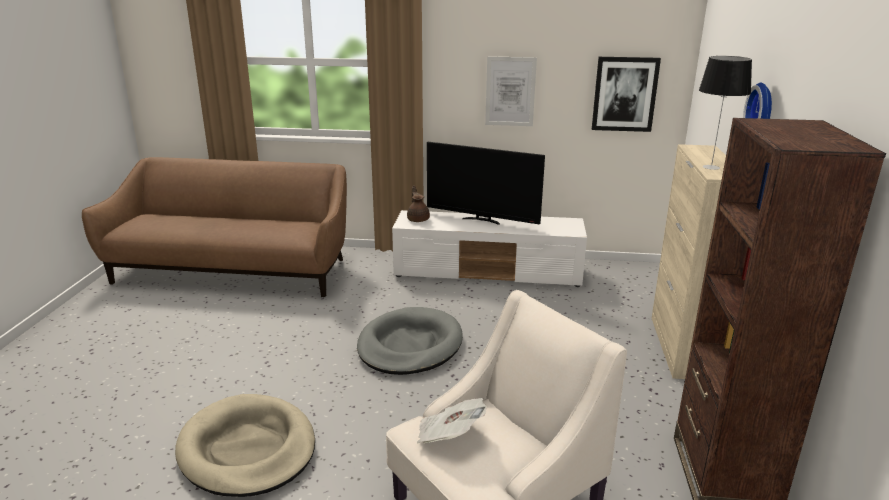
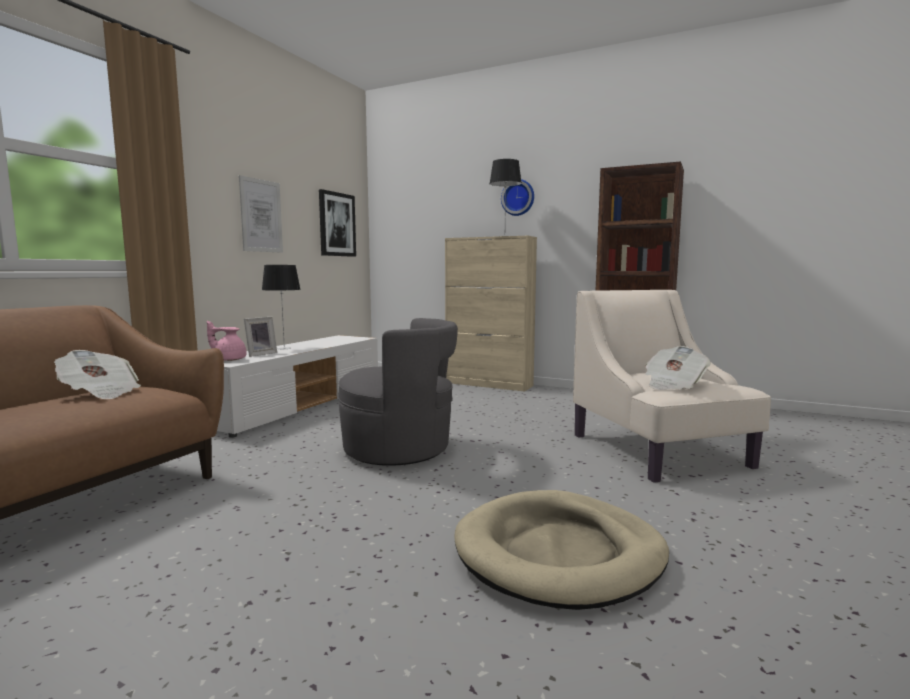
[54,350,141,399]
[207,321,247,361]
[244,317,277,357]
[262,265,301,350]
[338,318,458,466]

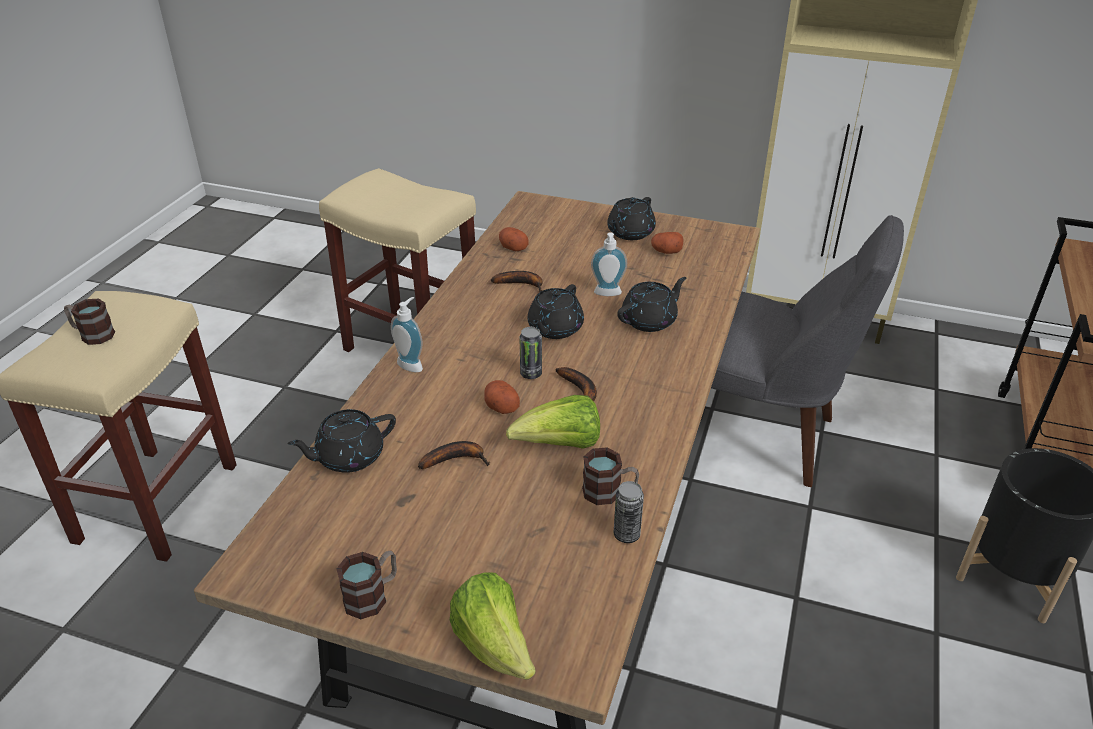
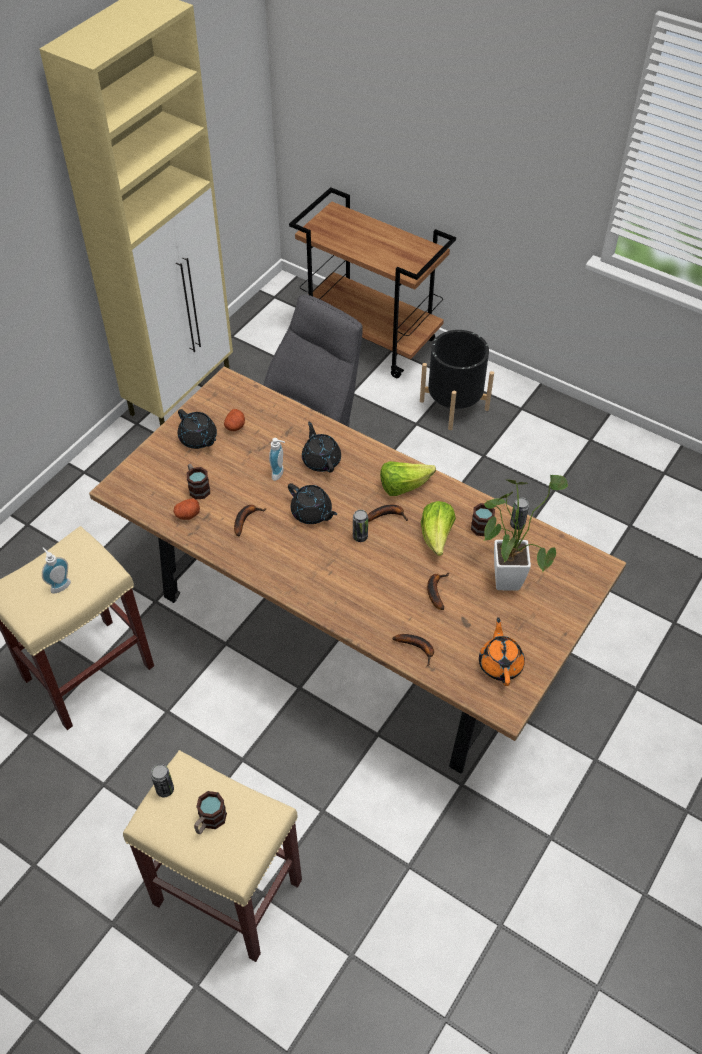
[42,547,71,594]
[151,764,174,797]
[187,464,210,499]
[380,461,436,496]
[393,634,434,666]
[479,617,525,686]
[484,474,568,591]
[484,380,520,414] (first image)

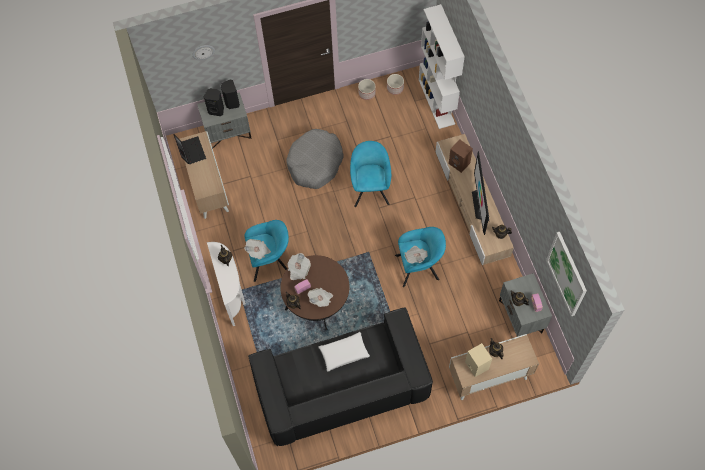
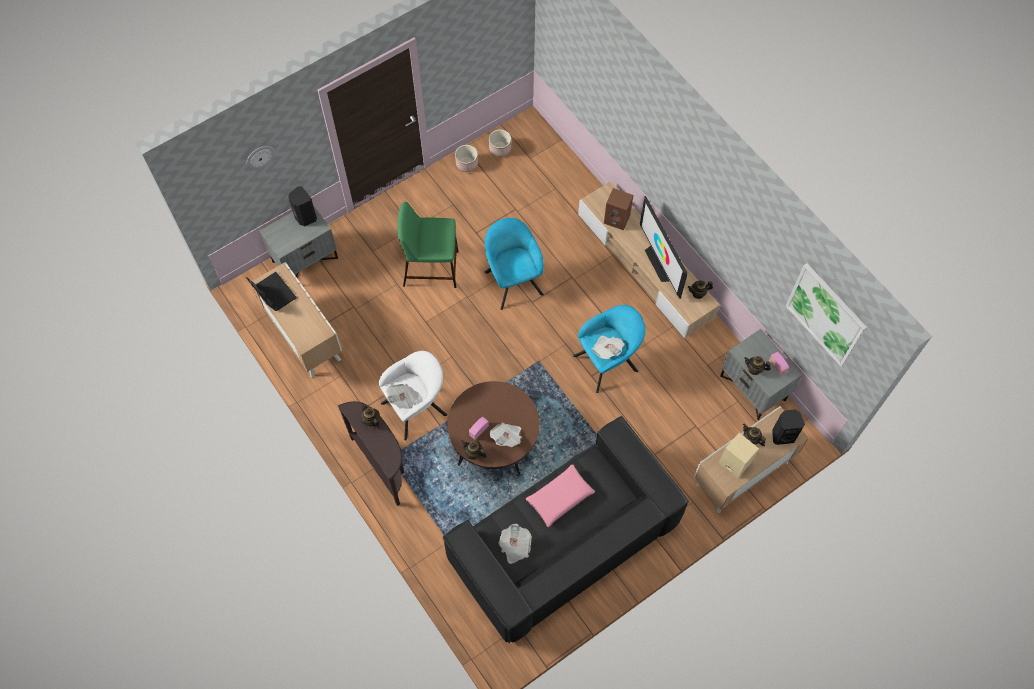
[338,401,405,506]
[379,351,447,440]
[397,202,459,288]
[498,524,532,564]
[526,464,595,527]
[772,409,805,445]
[419,4,465,129] (first image)

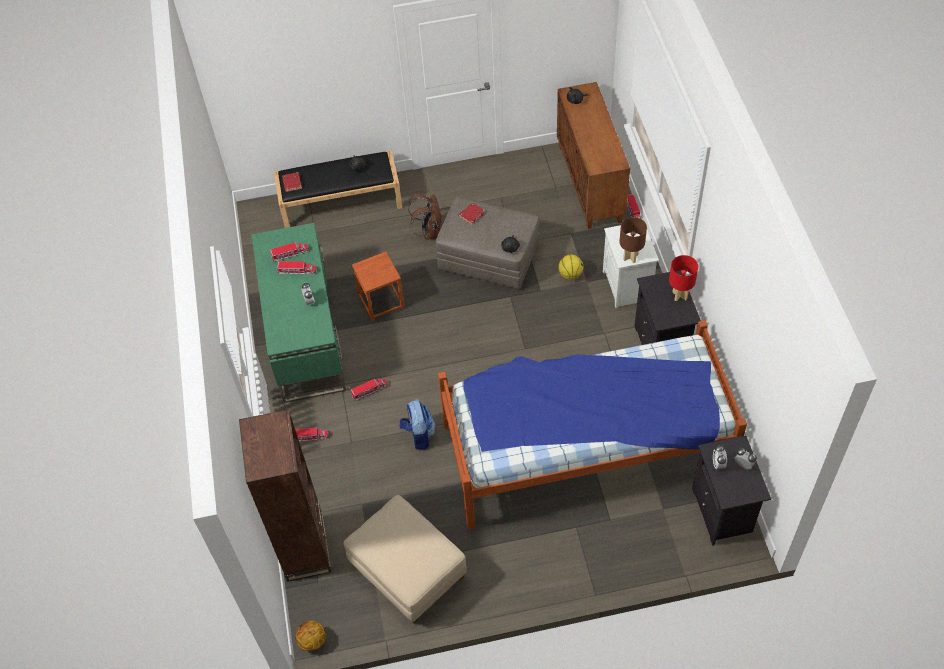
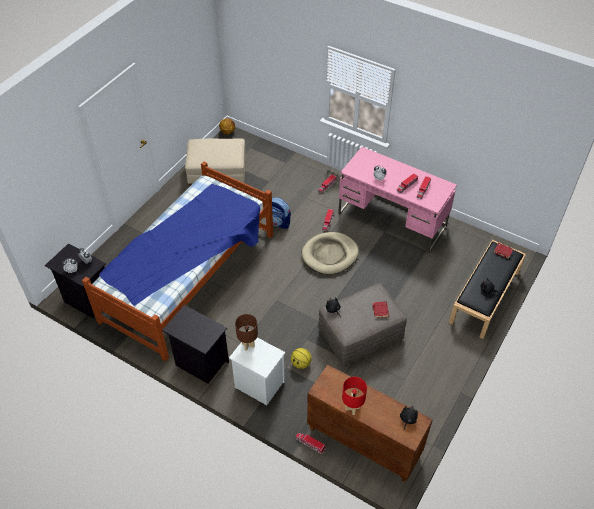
[302,232,358,274]
[338,147,457,254]
[342,377,367,415]
[239,409,332,582] (first image)
[352,252,405,321] (first image)
[408,194,441,240] (first image)

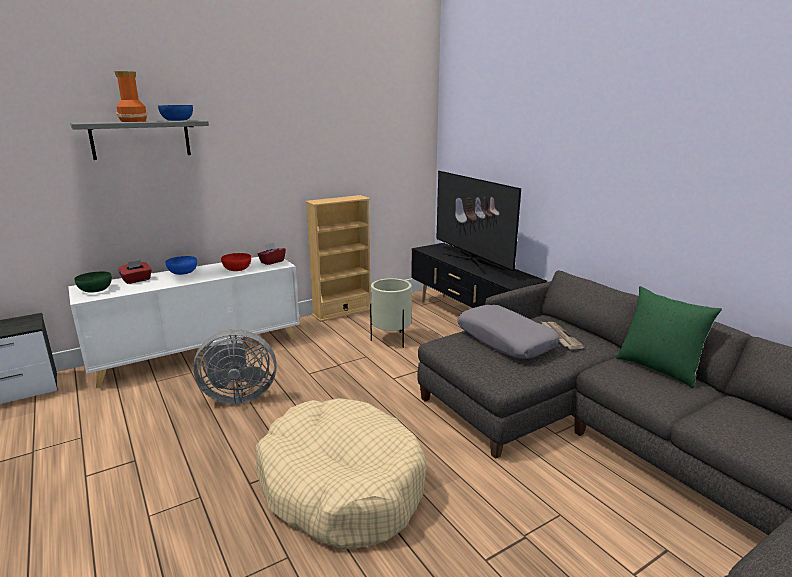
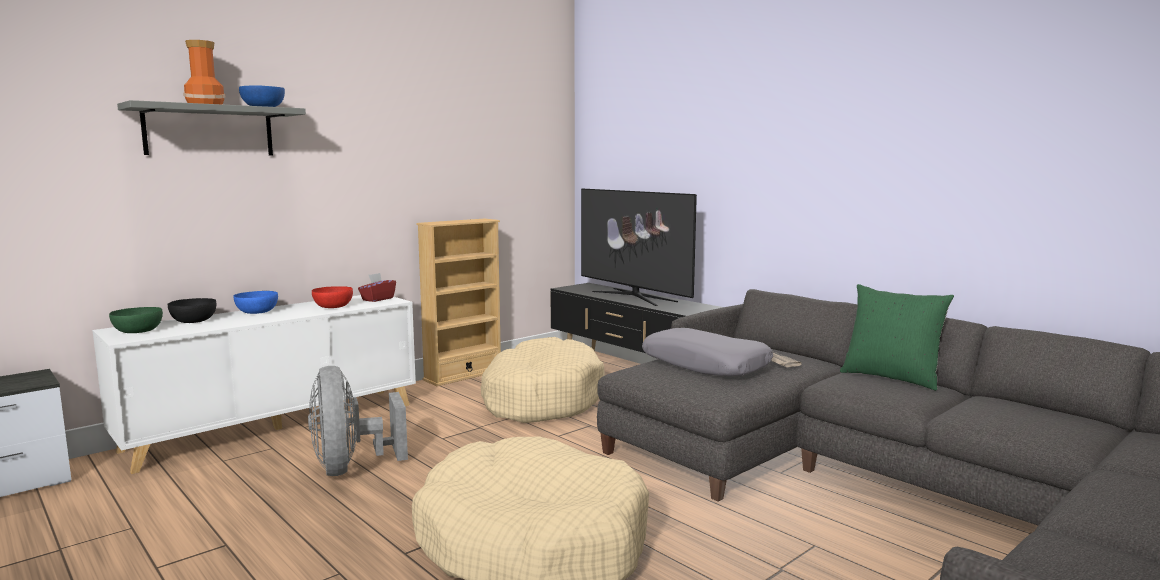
[168,298,216,323]
[308,366,408,476]
[481,337,605,423]

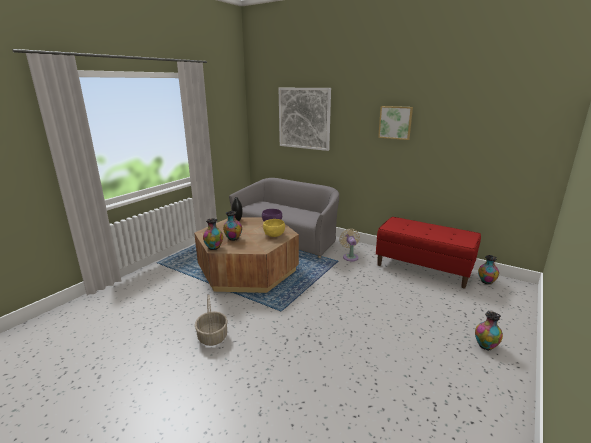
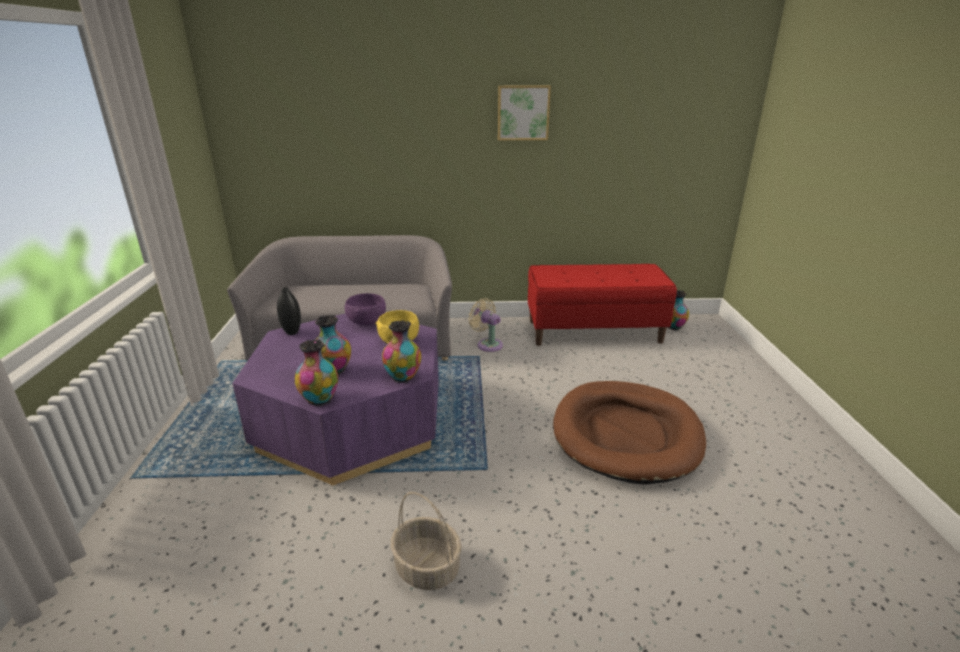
[232,313,439,485]
[382,320,421,383]
[553,381,706,484]
[279,88,331,151] (first image)

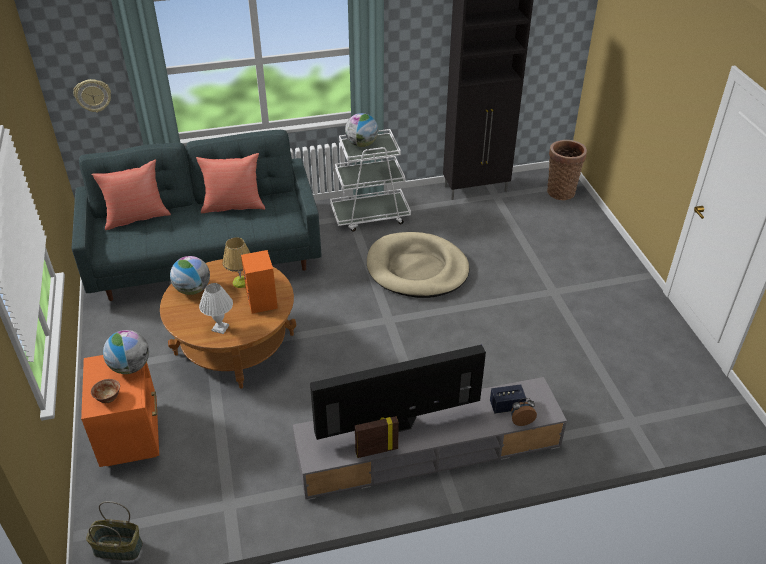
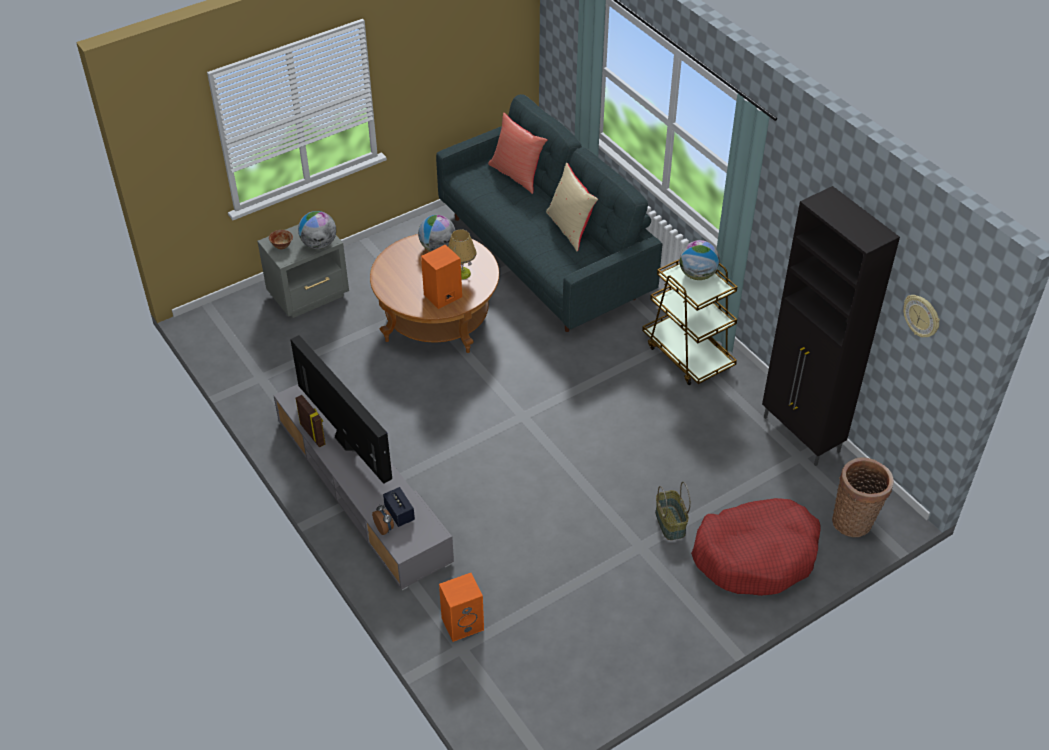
[257,224,349,318]
[439,573,484,642]
[546,163,598,251]
[642,260,737,385]
[655,481,691,540]
[691,498,821,596]
[903,295,940,337]
[199,283,233,334] (first image)
[367,232,469,298] (first image)

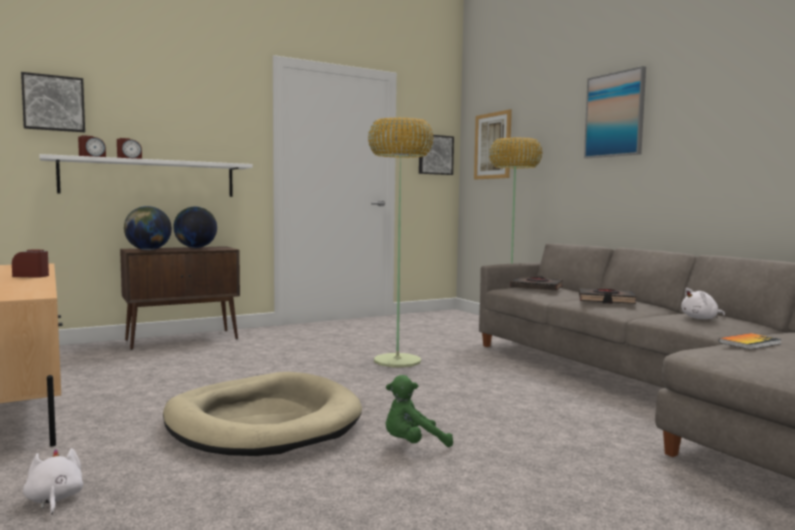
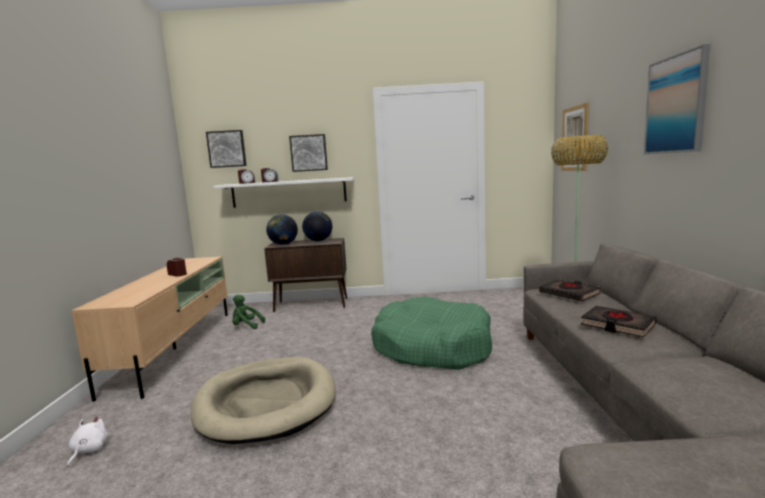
[232,295,265,329]
[289,134,328,172]
[371,297,492,370]
[681,288,725,319] (first image)
[719,333,782,350] (first image)

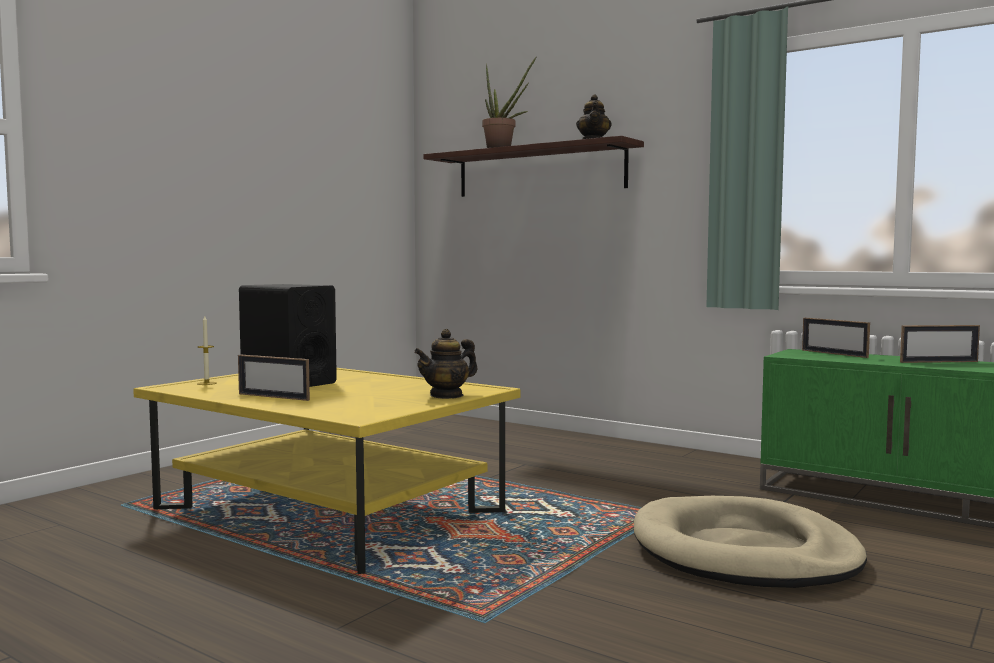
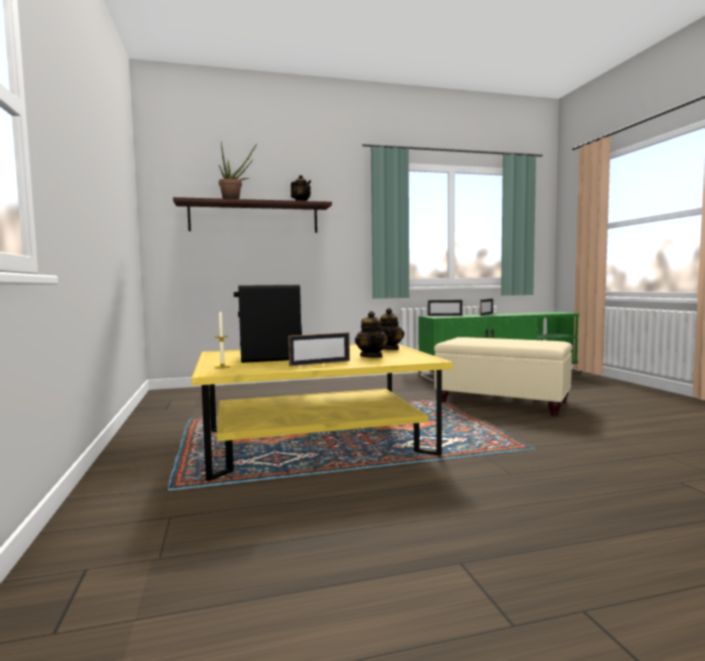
[355,311,388,358]
[434,337,572,416]

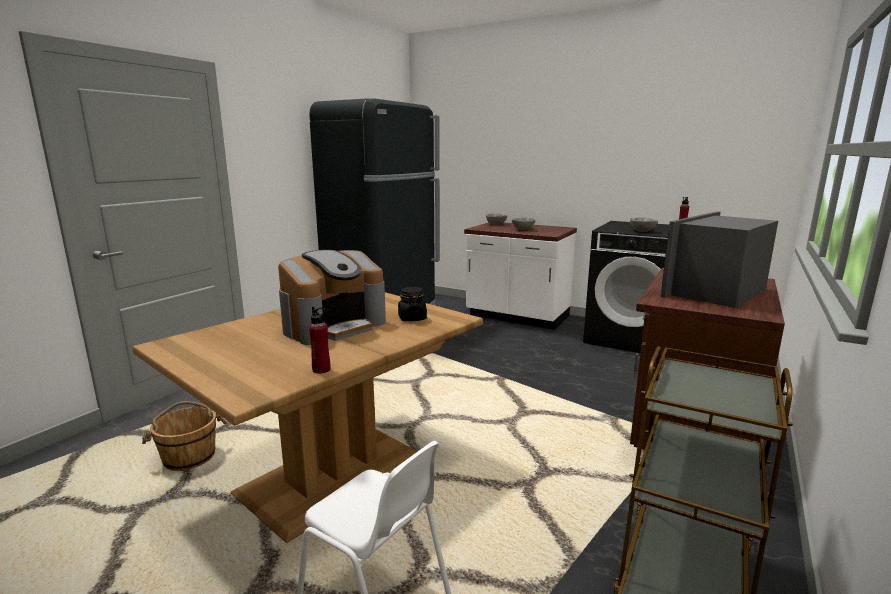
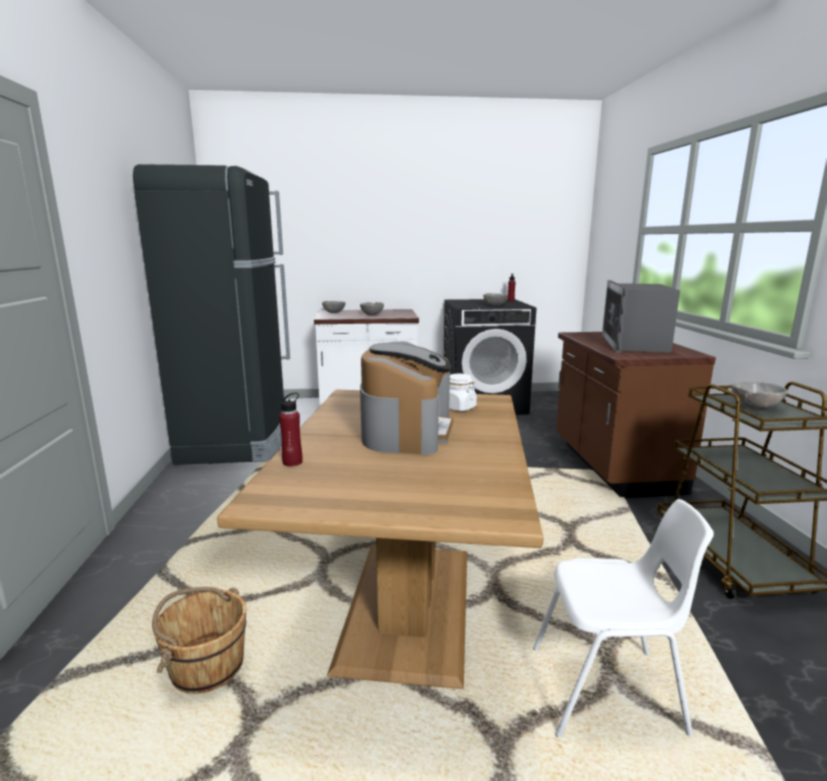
[279,392,302,467]
[449,374,477,411]
[731,382,787,409]

